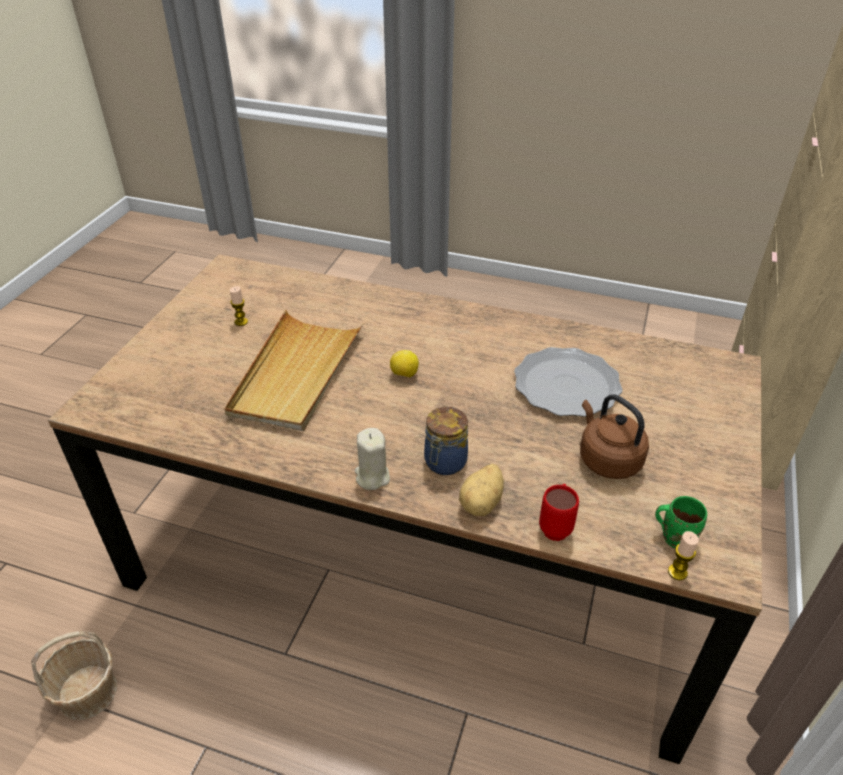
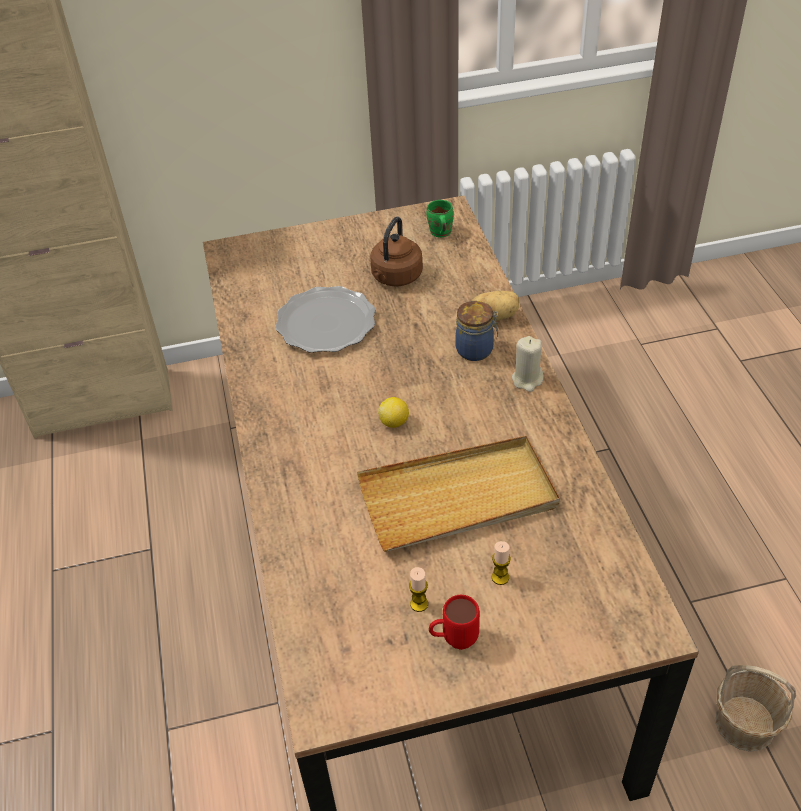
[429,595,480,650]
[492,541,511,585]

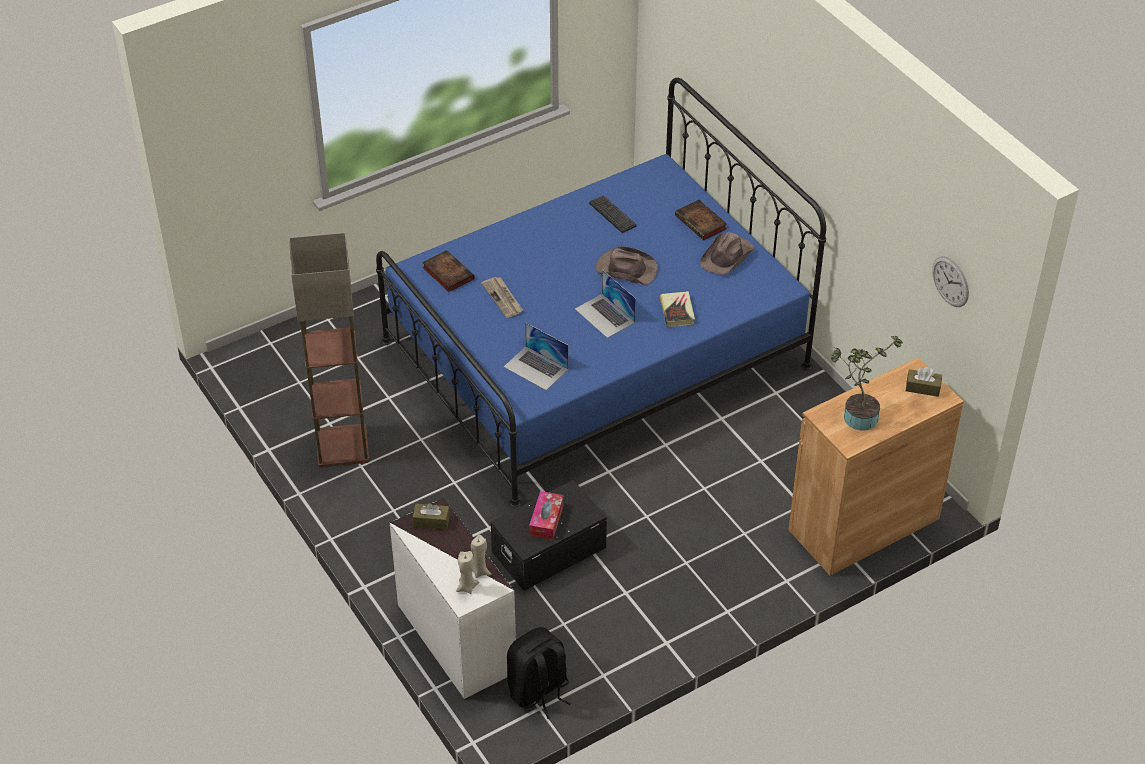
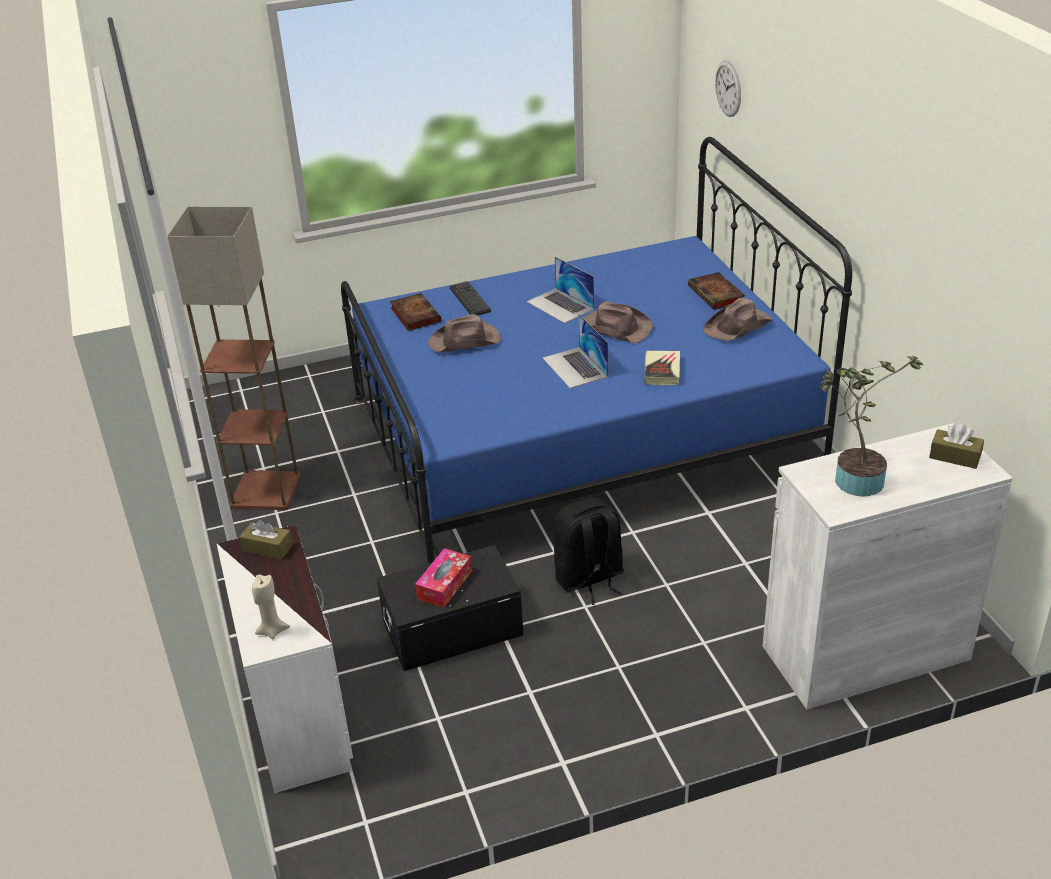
[428,314,501,352]
[450,281,491,316]
[527,257,594,323]
[553,498,624,605]
[715,60,741,117]
[763,423,1013,710]
[471,535,491,578] (first image)

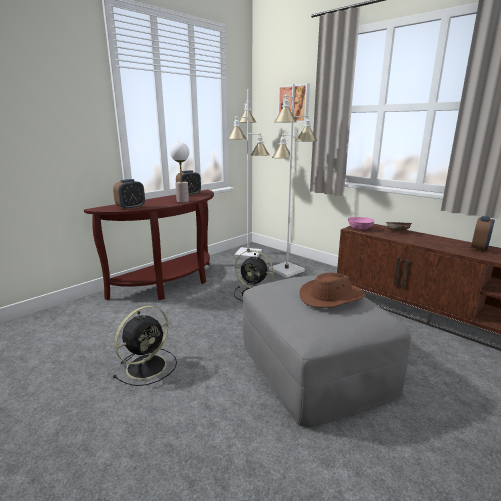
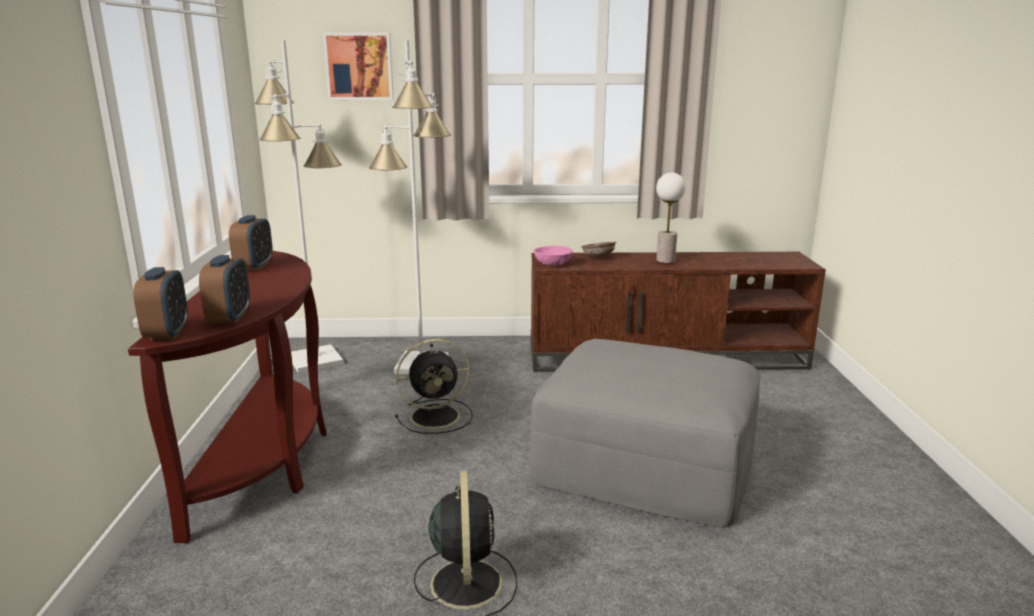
[133,267,188,341]
[656,172,686,263]
[299,273,365,308] (first image)

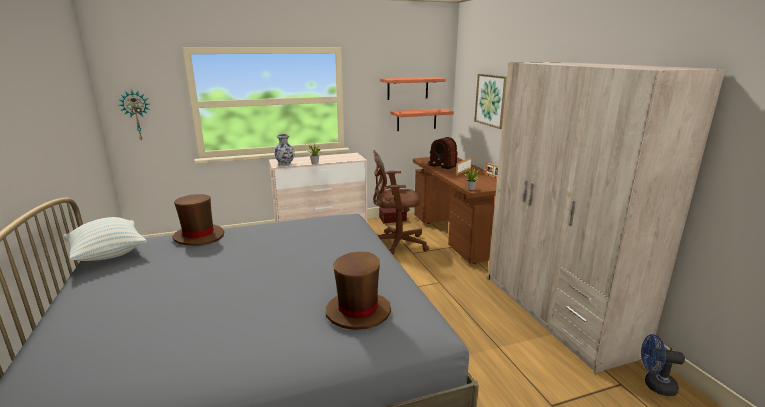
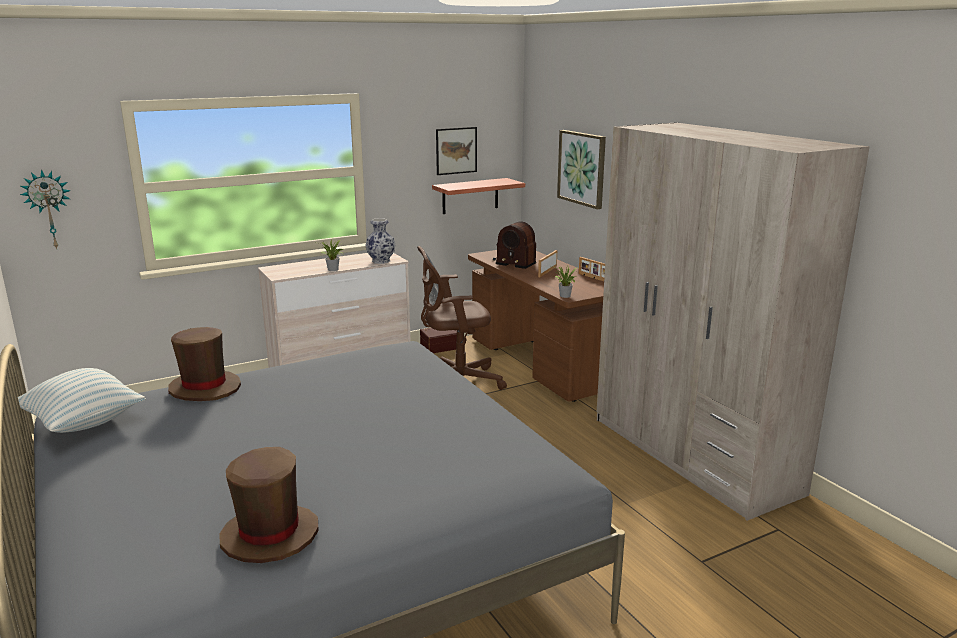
[220,447,319,563]
[365,218,395,264]
[436,127,477,175]
[641,334,685,396] (first image)

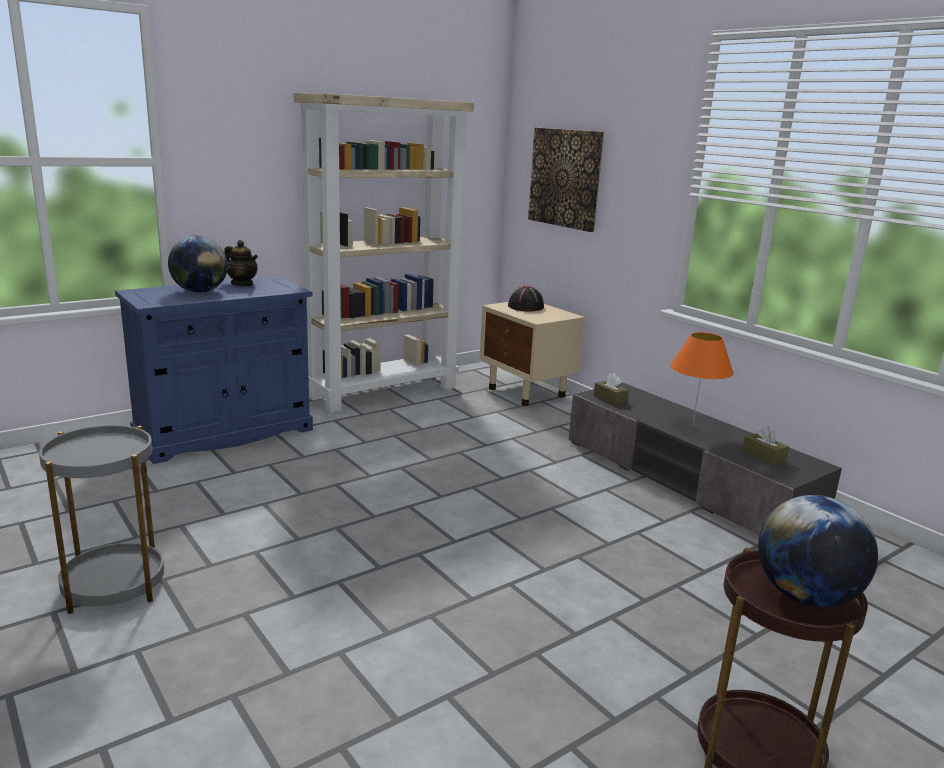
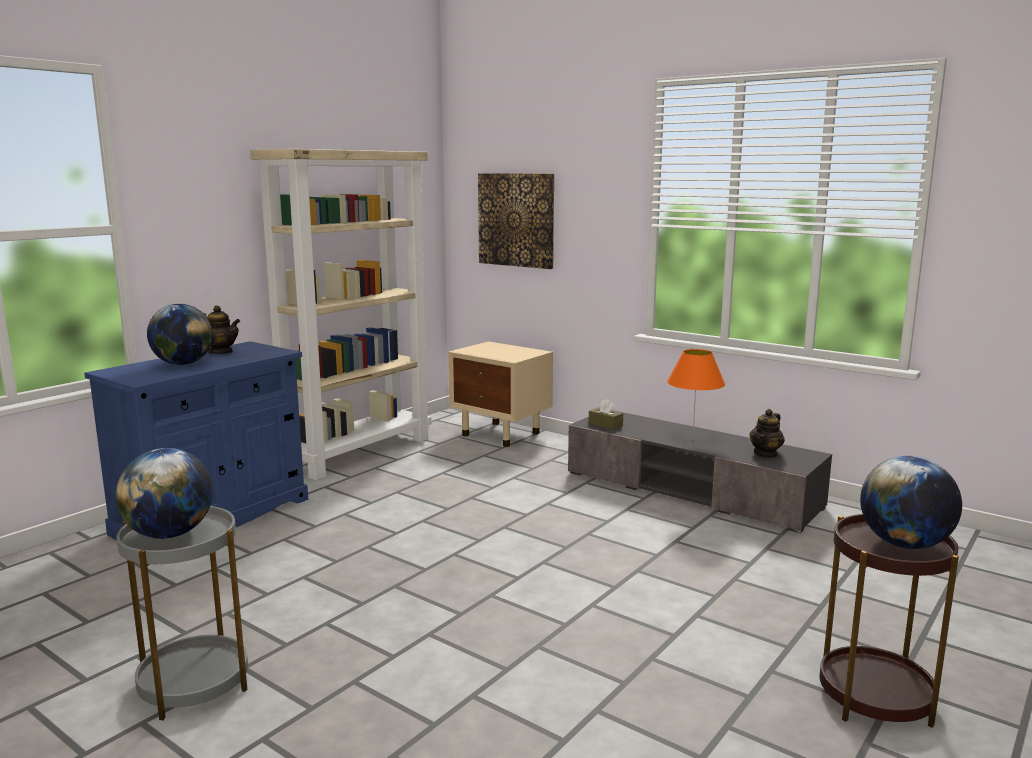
[116,448,213,539]
[750,409,784,458]
[508,286,544,312] (first image)

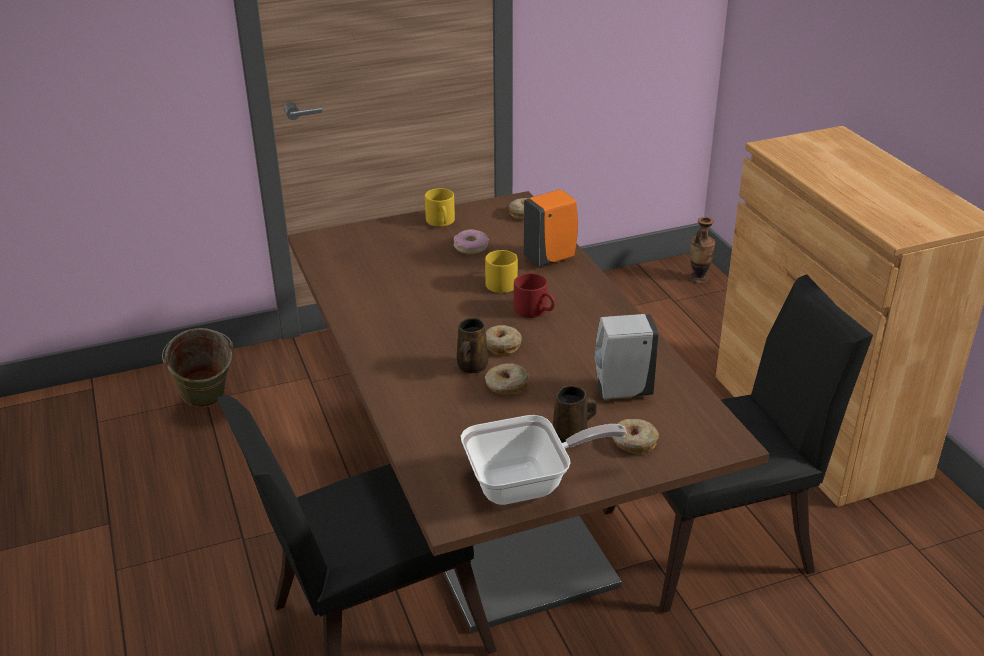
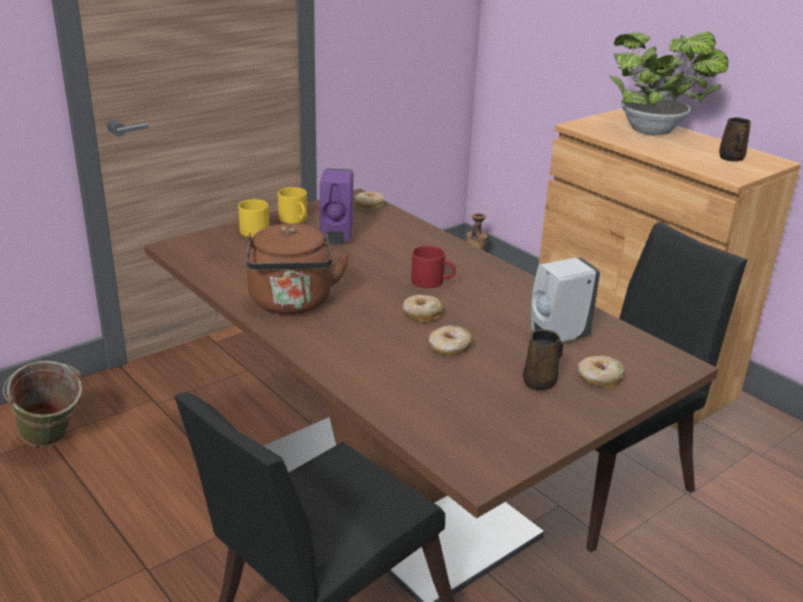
[238,199,269,237]
[246,224,350,314]
[320,168,353,244]
[609,32,728,135]
[719,117,751,162]
[461,415,627,505] (first image)
[524,190,578,267] (first image)

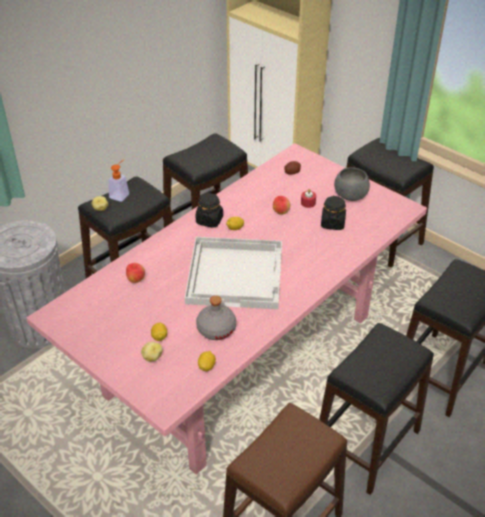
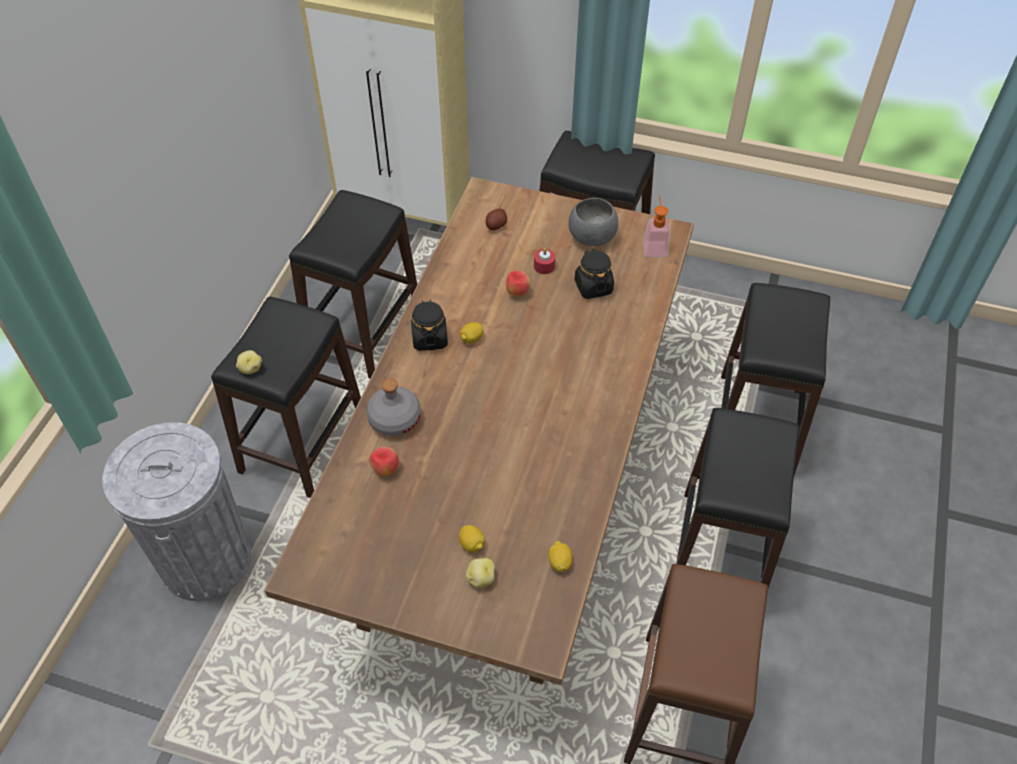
[265,177,694,685]
[366,379,421,436]
[643,195,669,257]
[185,237,282,309] (first image)

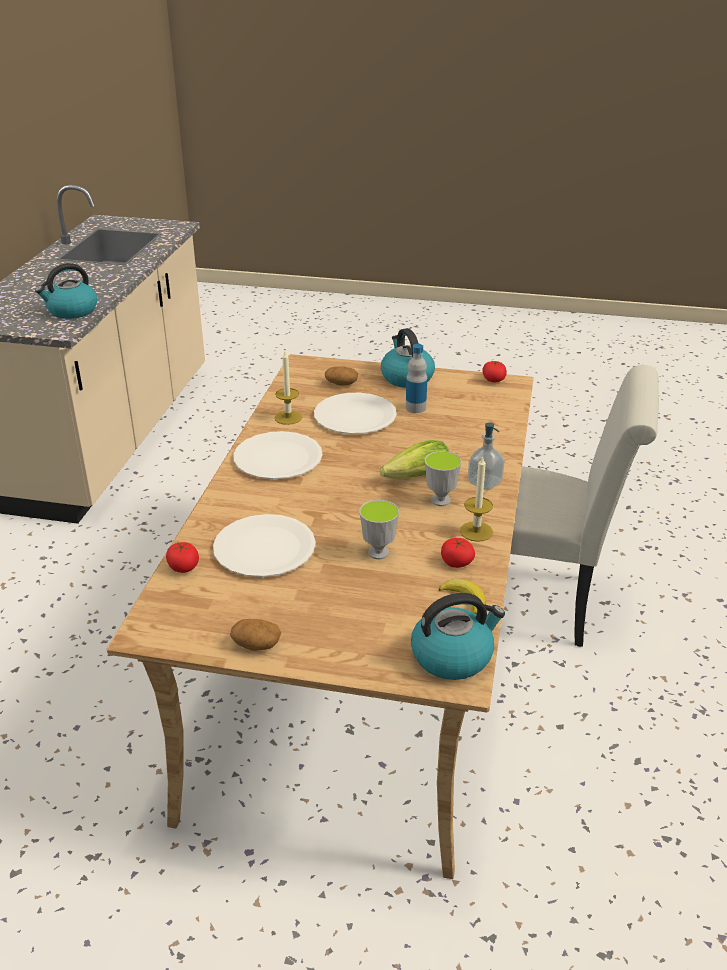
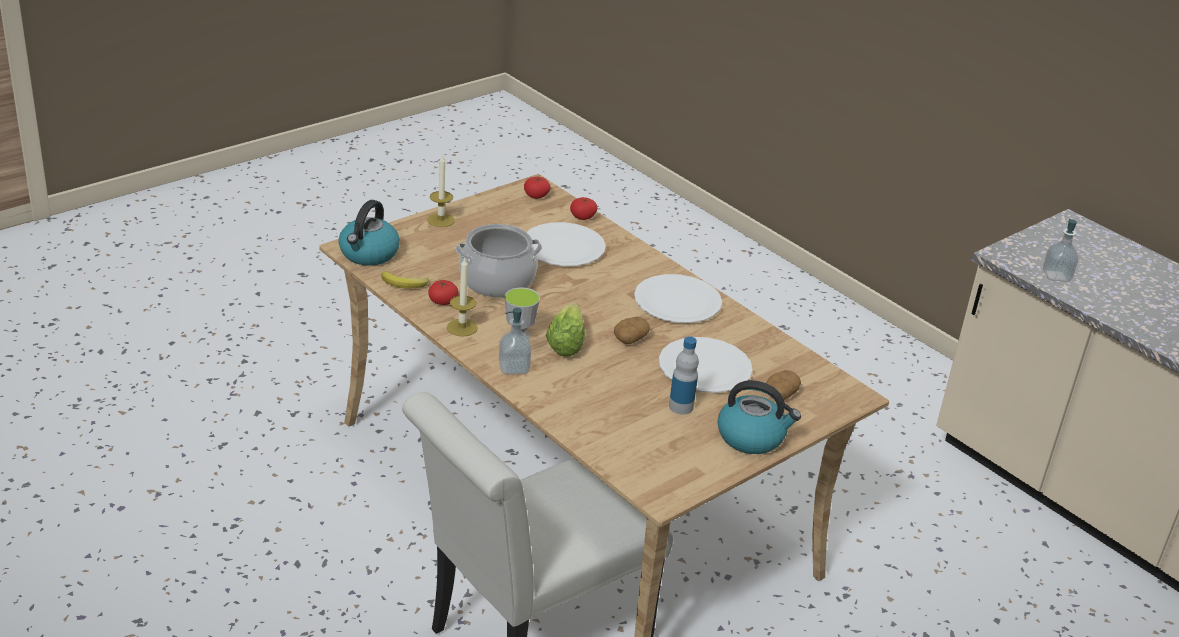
[427,154,455,227]
[455,224,542,298]
[524,177,551,199]
[614,317,650,344]
[1043,219,1078,282]

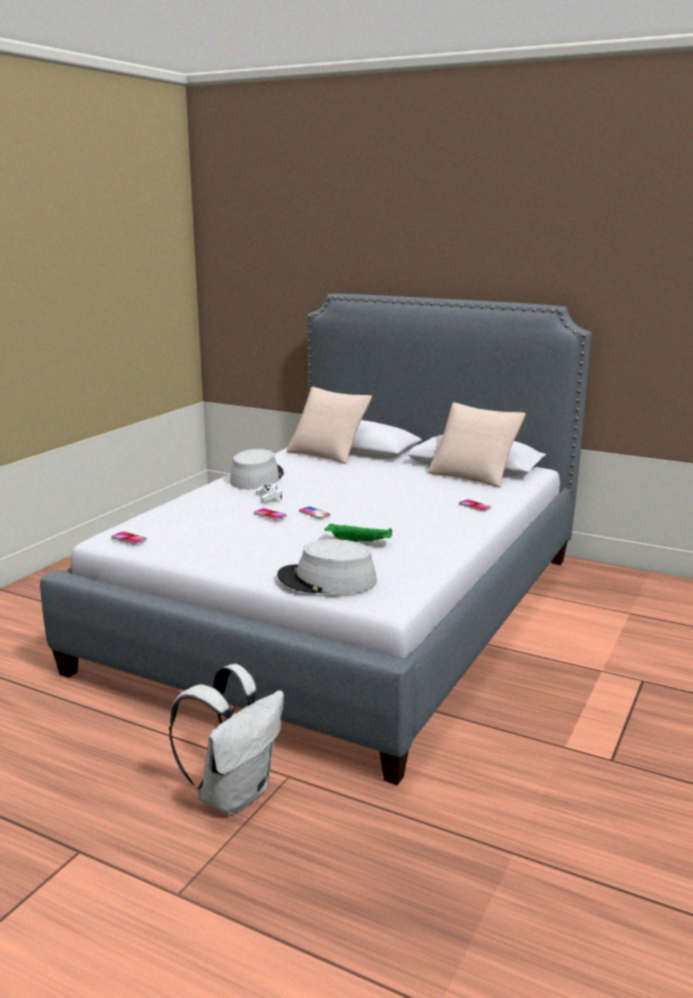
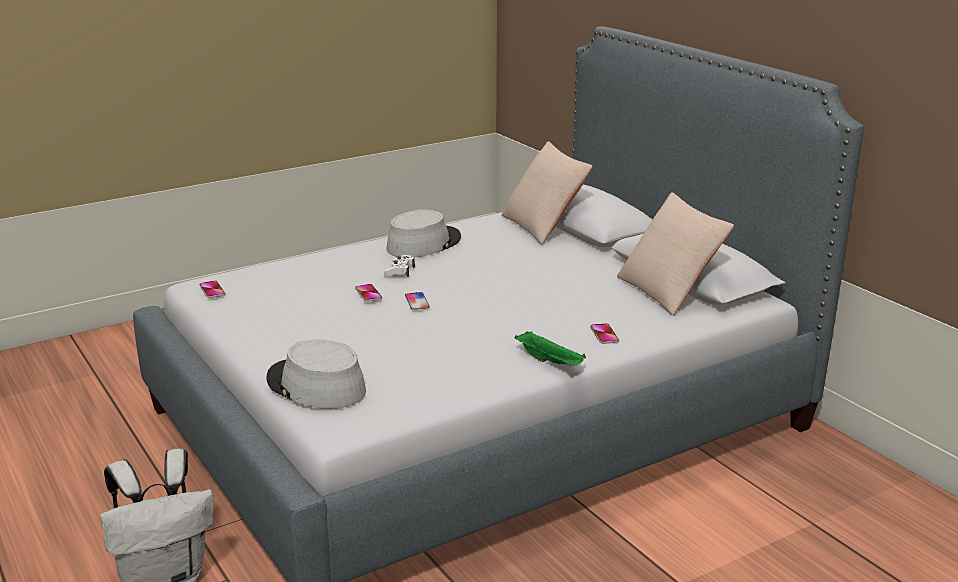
[515,332,586,366]

